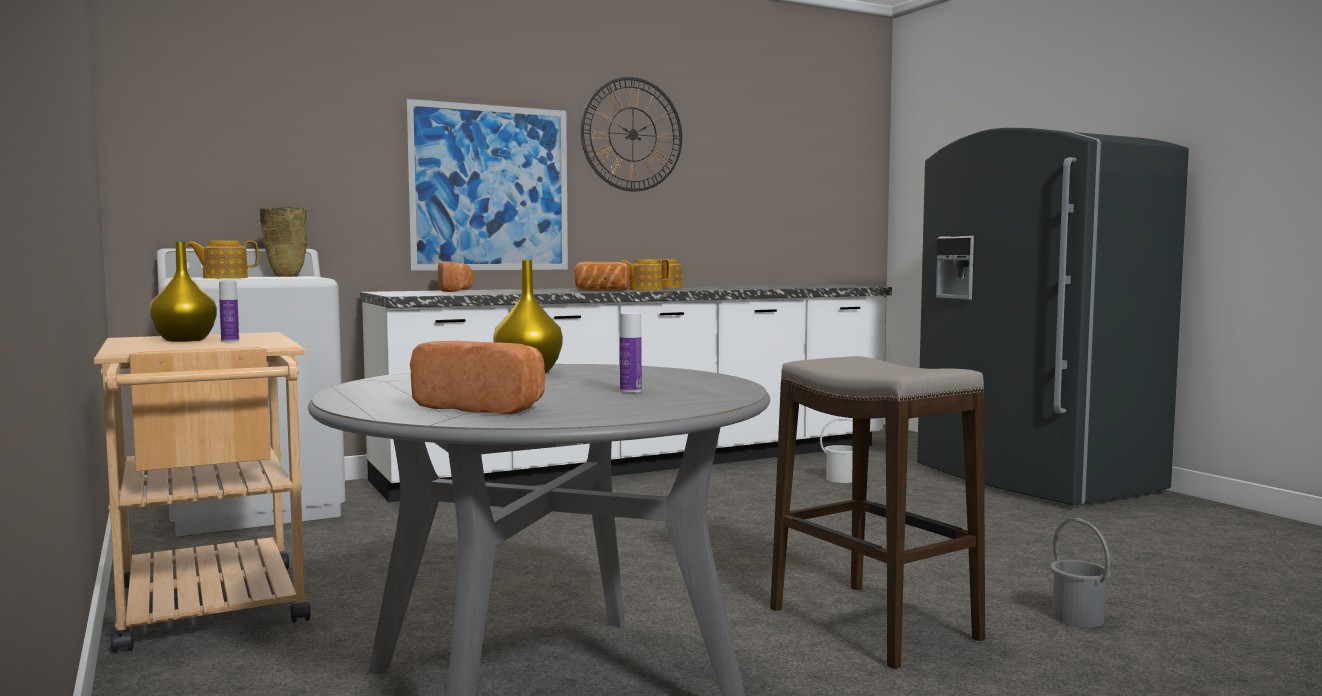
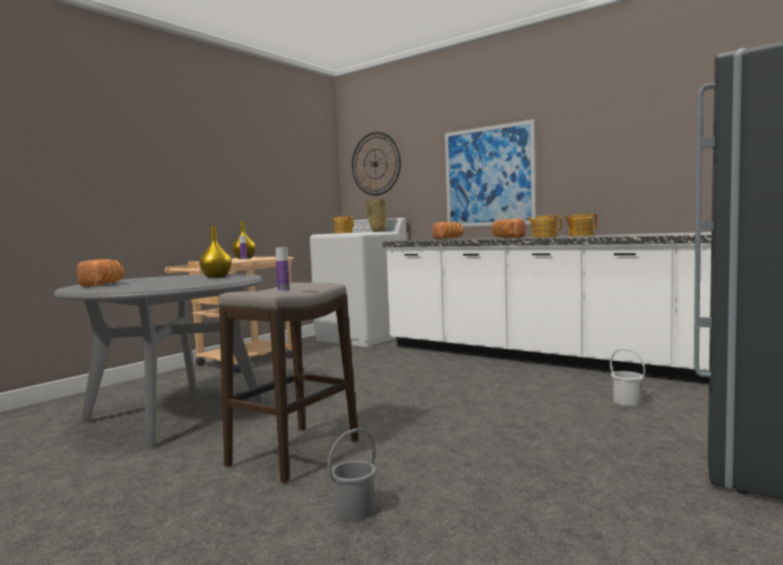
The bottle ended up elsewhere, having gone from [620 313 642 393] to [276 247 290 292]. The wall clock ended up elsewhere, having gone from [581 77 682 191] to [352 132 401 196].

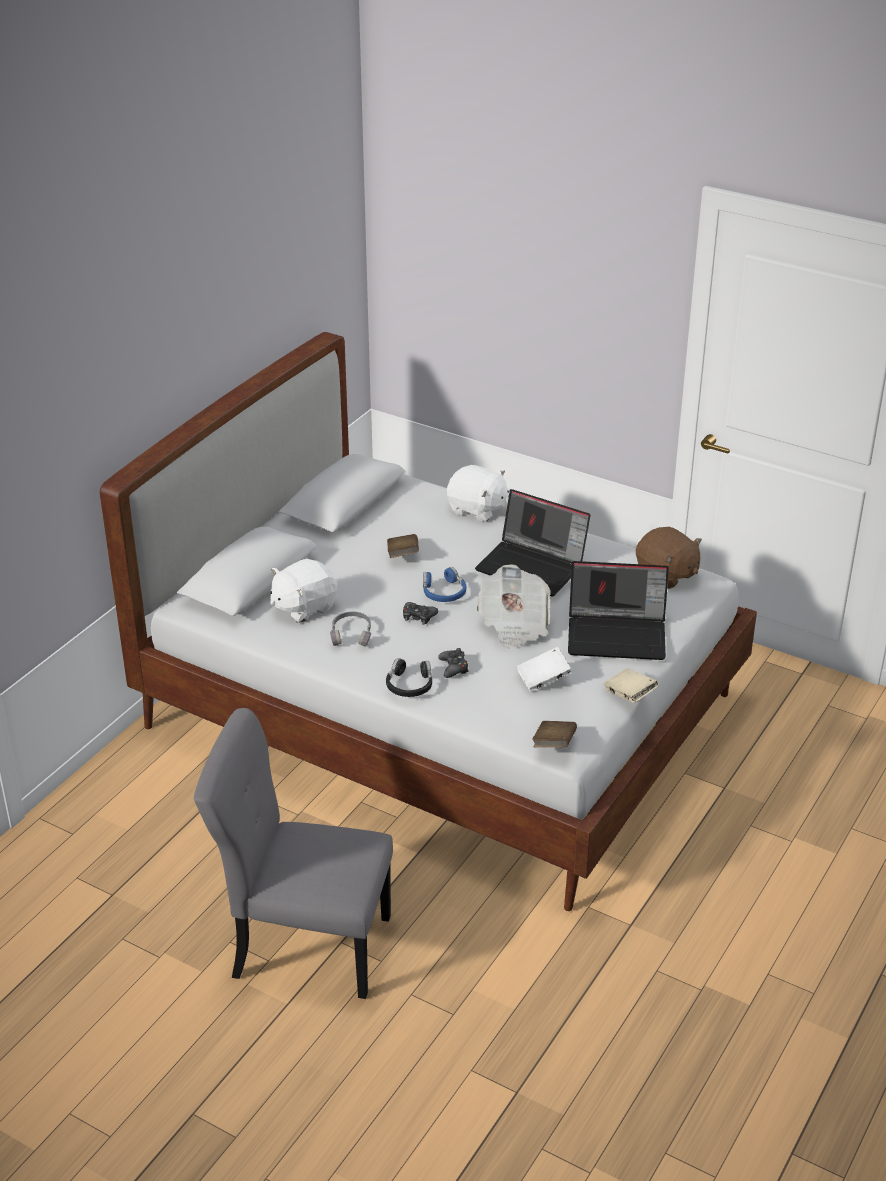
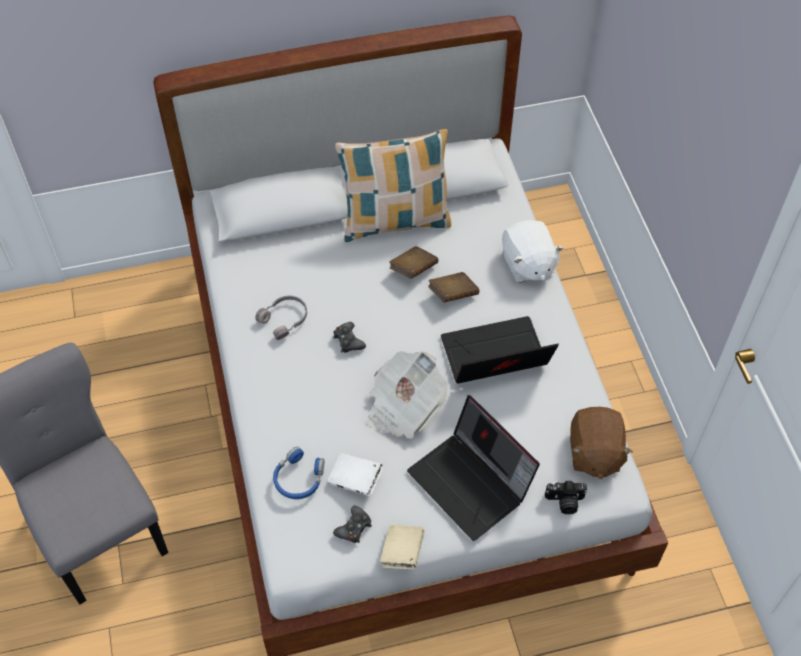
The blue headphones ended up elsewhere, having gone from [423 567 466 602] to [273 447 324 499]. The black game controller ended up elsewhere, having gone from [438 648 469 678] to [333 505 372 543]. The second view gained the pillow at [335 129 451 242]. The brown book ended up elsewhere, having gone from [532 721 577 748] to [428 272 479 303]. The laptop at [475 489 590 596] ended up facing another way, 90 degrees clockwise from before. The second view gained the photo camera at [545 480 587 514]. The second view lost the white plush toy at [270 559 337 623]. The second view lost the black headphones at [386 658 432 697].

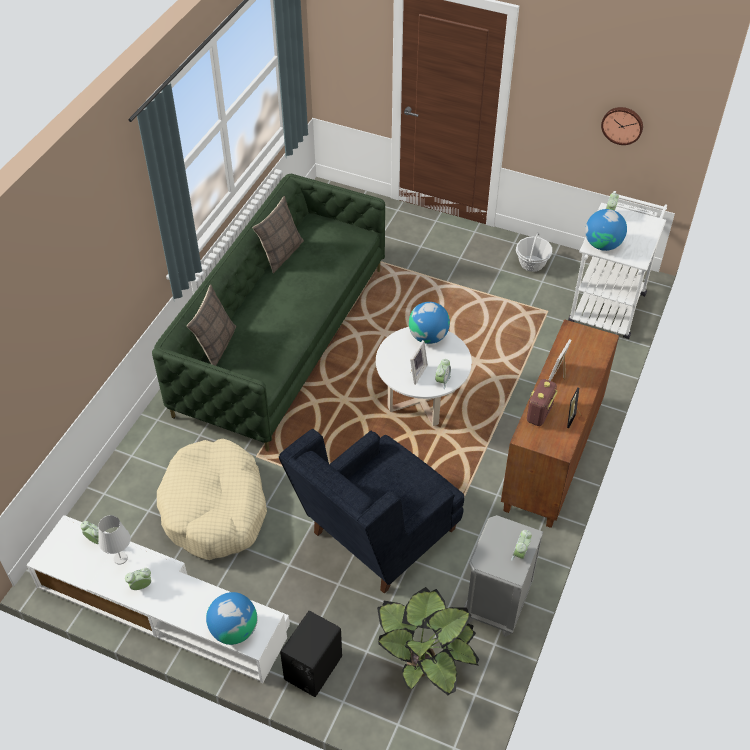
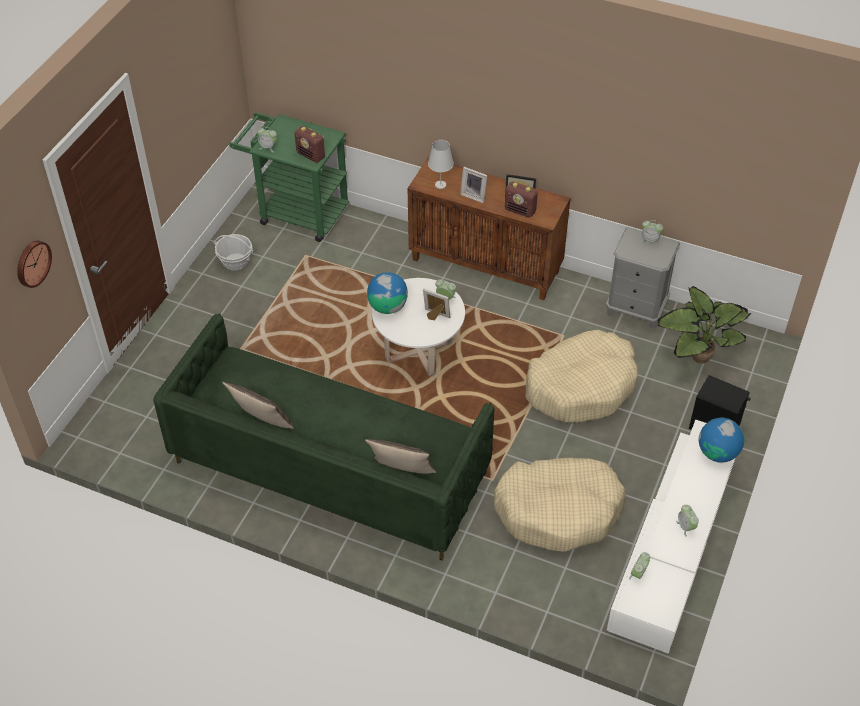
The wall clock ended up elsewhere, having gone from [601 107 643 145] to [17 241 52 288]. What was the white cart at [568 191 667 339] turned into the green cart at [229 112 349 242]. Where the globe stood at [585 209 627 251], the radio came to stand at [295 126 325 163]. The white table lamp ended up elsewhere, having gone from [98 515 131 565] to [428 140 454 189]. Where the blue armchair stood at [279 429 465 594], the beige dog bed came to stand at [525 330 638 423].

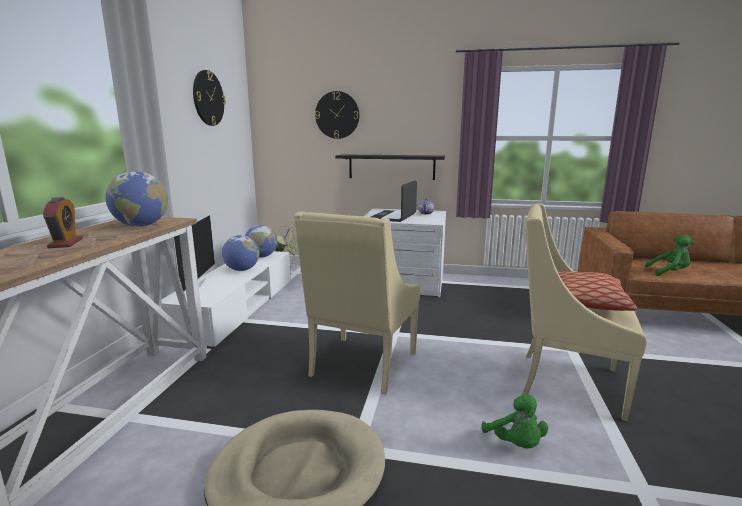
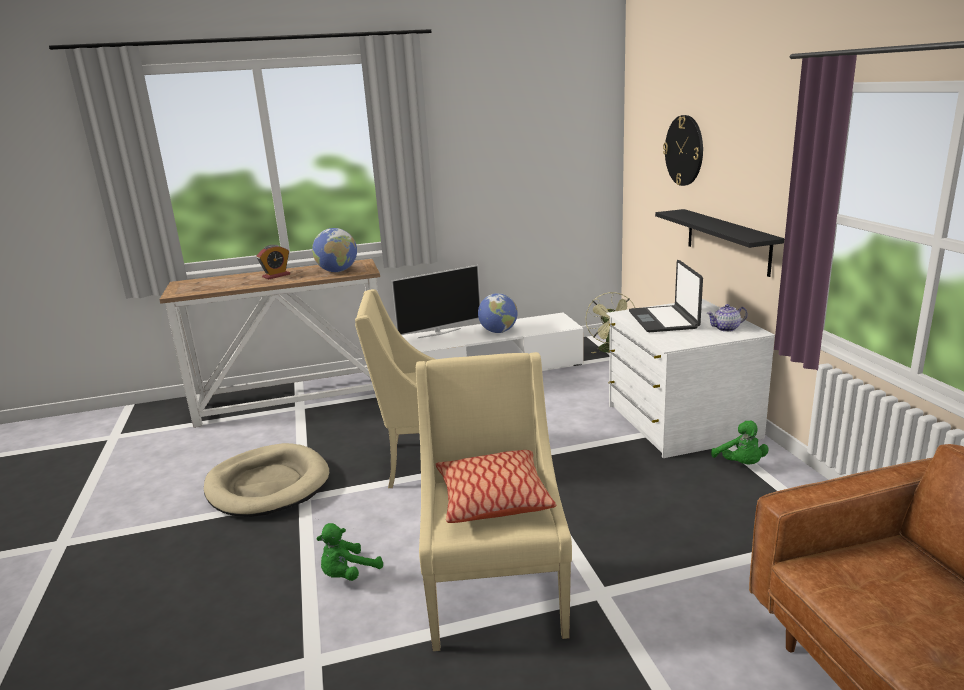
The laptop at [371 181 417 222] ended up facing another way, 90 degrees counterclockwise from before. The green plush toy ended up elsewhere, having gone from [645 235 695 276] to [711 421 769 465]. The second view lost the wall clock at [193 70 226 126]. The second view lost the globe at [245 225 278 257].

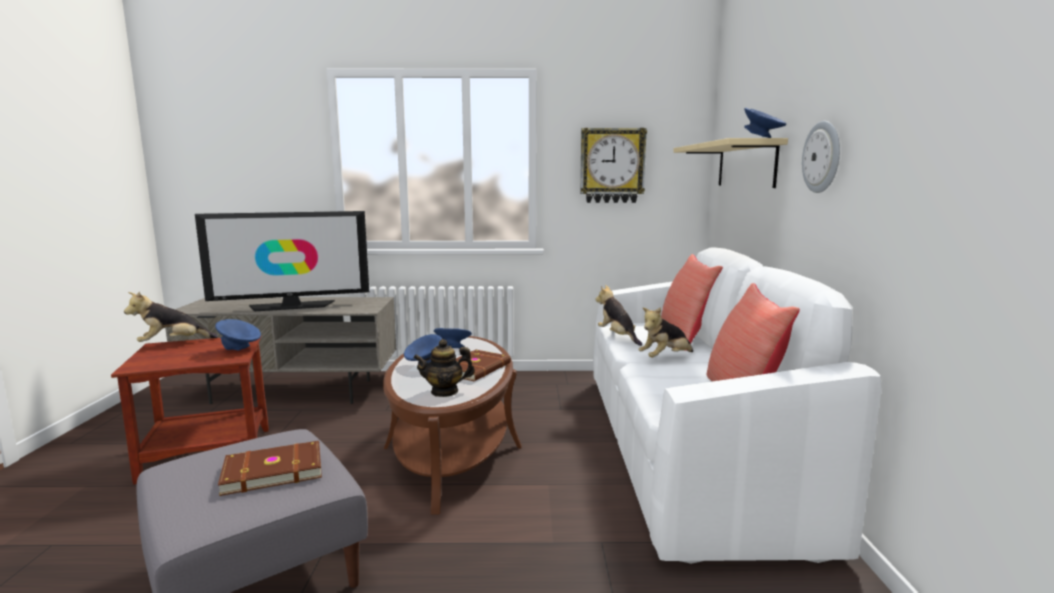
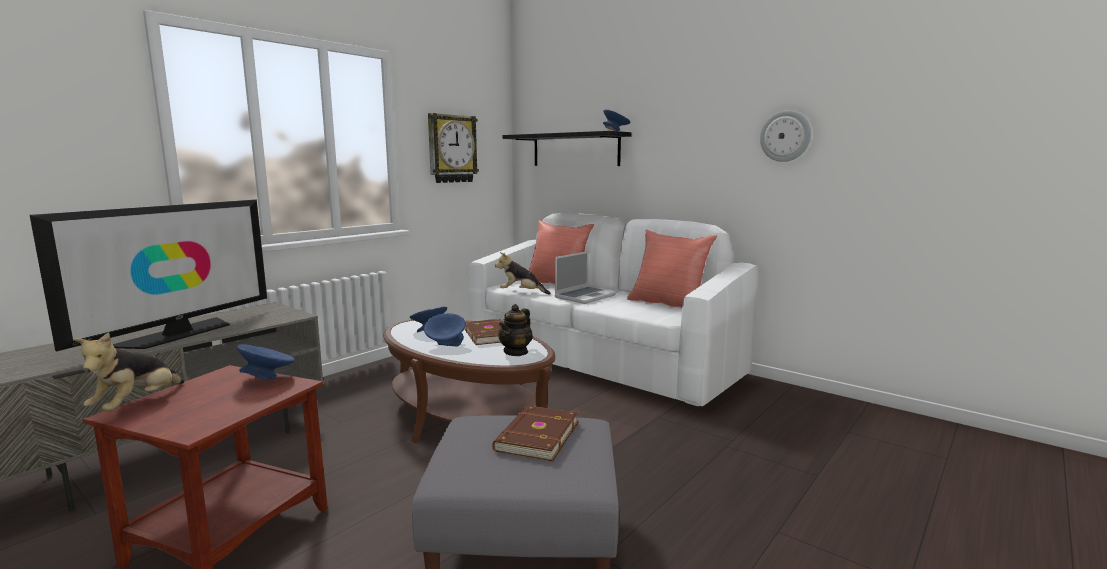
What was the beige shelf at [673 138 788 188] turned into the black shelf at [502 131 631 166]. Where the plush toy stood at [638 307 693 357], the laptop came to stand at [555 251 617 304]. The wall clock ended up elsewhere, having gone from [802 121 840 193] to [760 110 811 162].

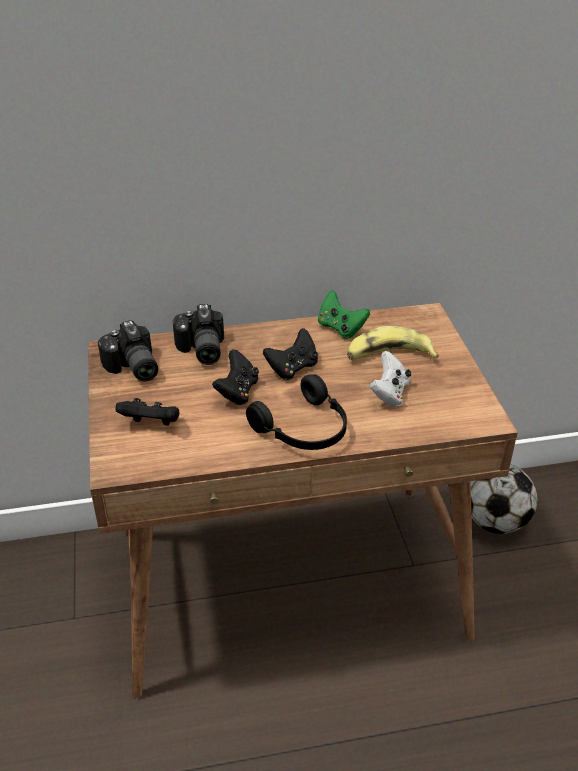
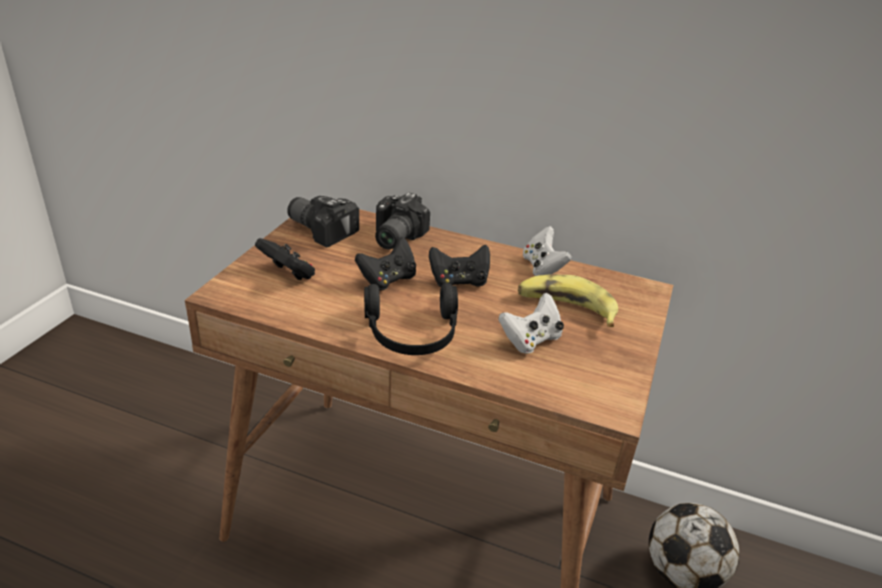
The photo camera at [98 320 158 381] ended up facing another way, 120 degrees clockwise from before. What was the green game controller at [318 290 370 339] turned into the white game controller at [523 226 572 276].

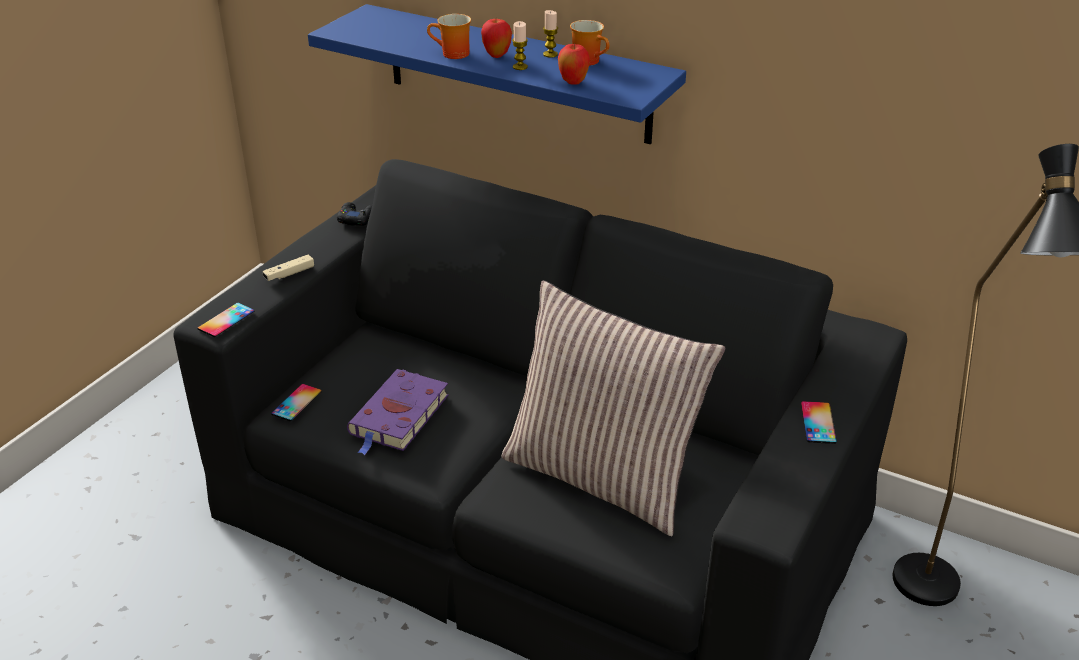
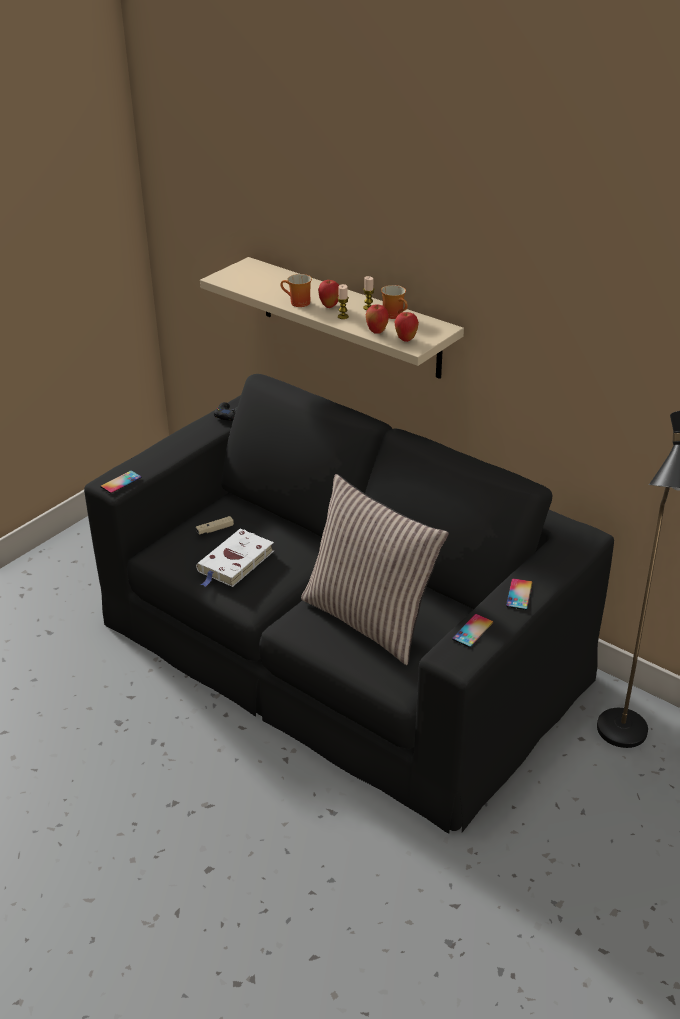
The beige game controller ended up elsewhere, having gone from [263 255 314 281] to [196 516 234 534]. What was the purple book at [347 369 449 455] turned into the white book at [196 529 274 587]. What was the blue shelf at [308 4 686 144] turned into the beige shelf at [200 257 464 379]. The second view gained the apple at [394 312 419 342]. The phone ended up elsewhere, having gone from [271 384 322 421] to [452 614 494 648].

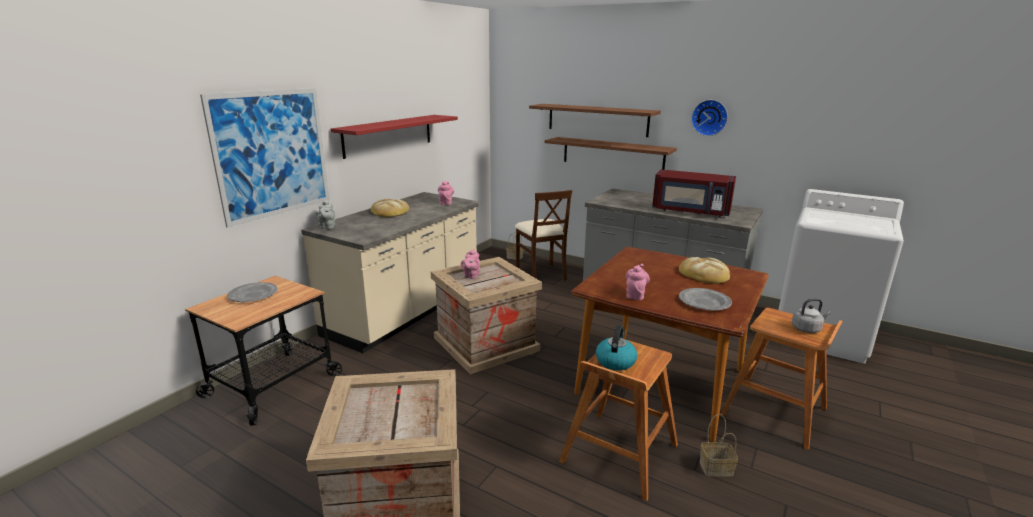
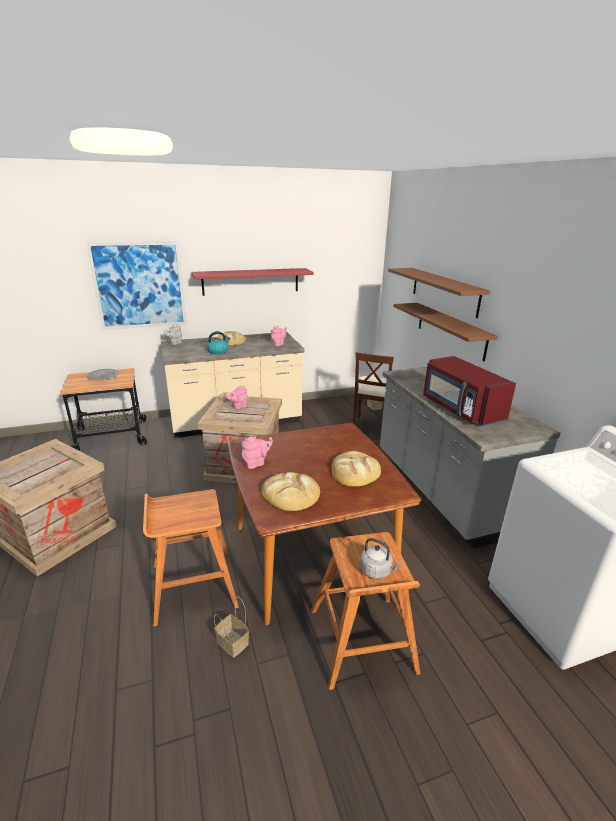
The kettle ended up elsewhere, having gone from [596 325 637 371] to [207 331 231 354]. Where the grey plate stood at [679 288 732 310], the bread came to stand at [261 472 320 511]. The second view lost the wall clock at [691 100 728 136].

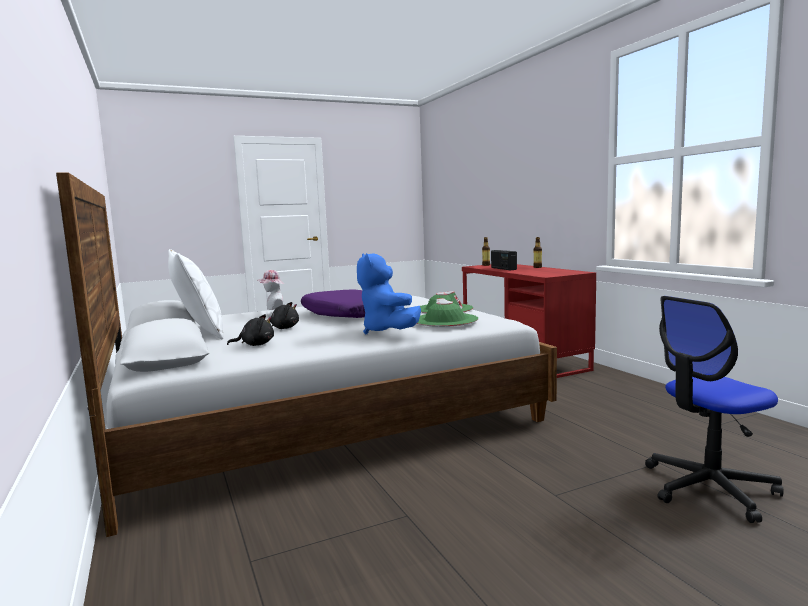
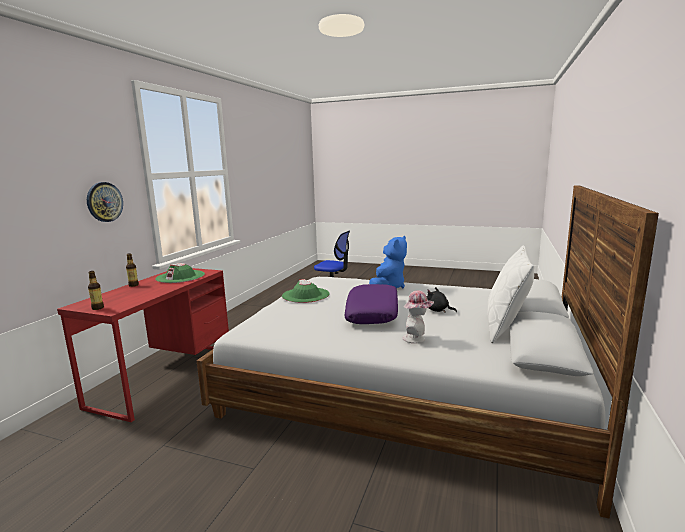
The second view gained the wall clock at [87 182 123 222]. The green hat ended up elsewhere, having gone from [416 298 478 327] to [155 263 205 283]. The second view lost the black plush toy at [227 314 274 346]. The second view lost the radio at [491 250 517 270].

